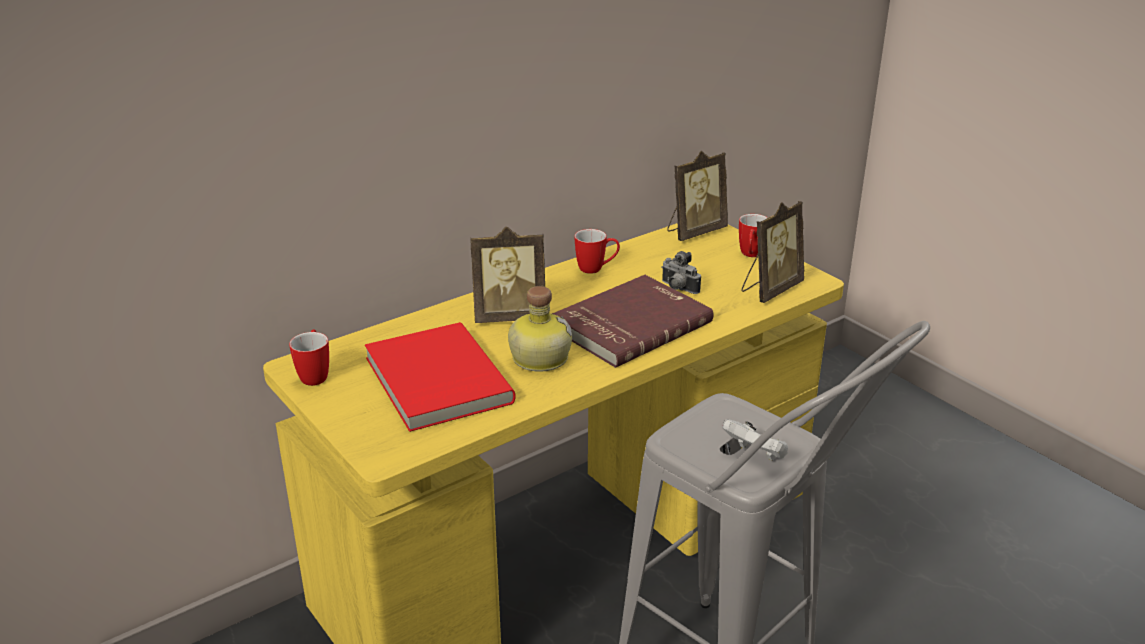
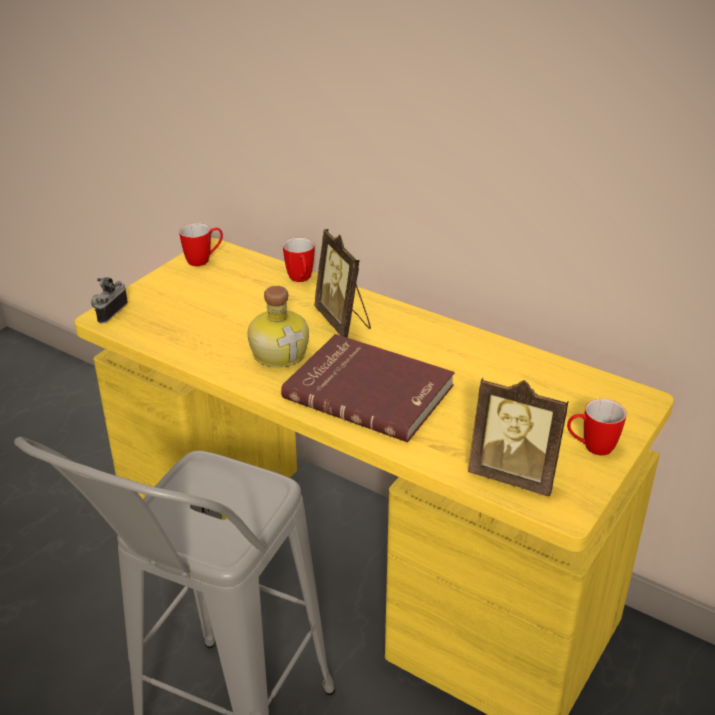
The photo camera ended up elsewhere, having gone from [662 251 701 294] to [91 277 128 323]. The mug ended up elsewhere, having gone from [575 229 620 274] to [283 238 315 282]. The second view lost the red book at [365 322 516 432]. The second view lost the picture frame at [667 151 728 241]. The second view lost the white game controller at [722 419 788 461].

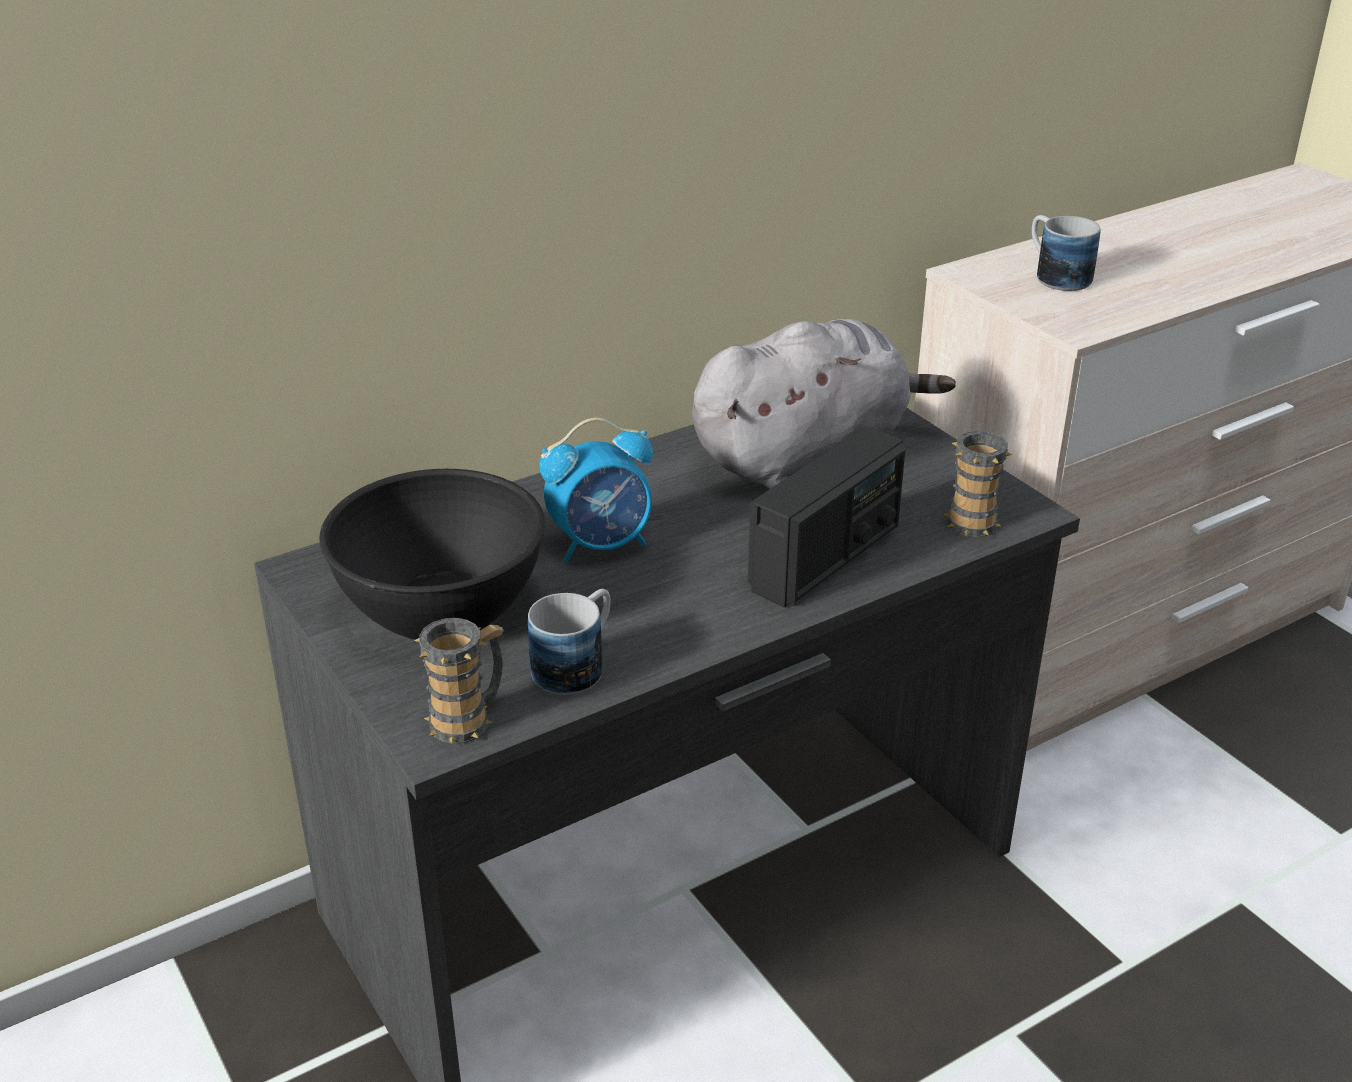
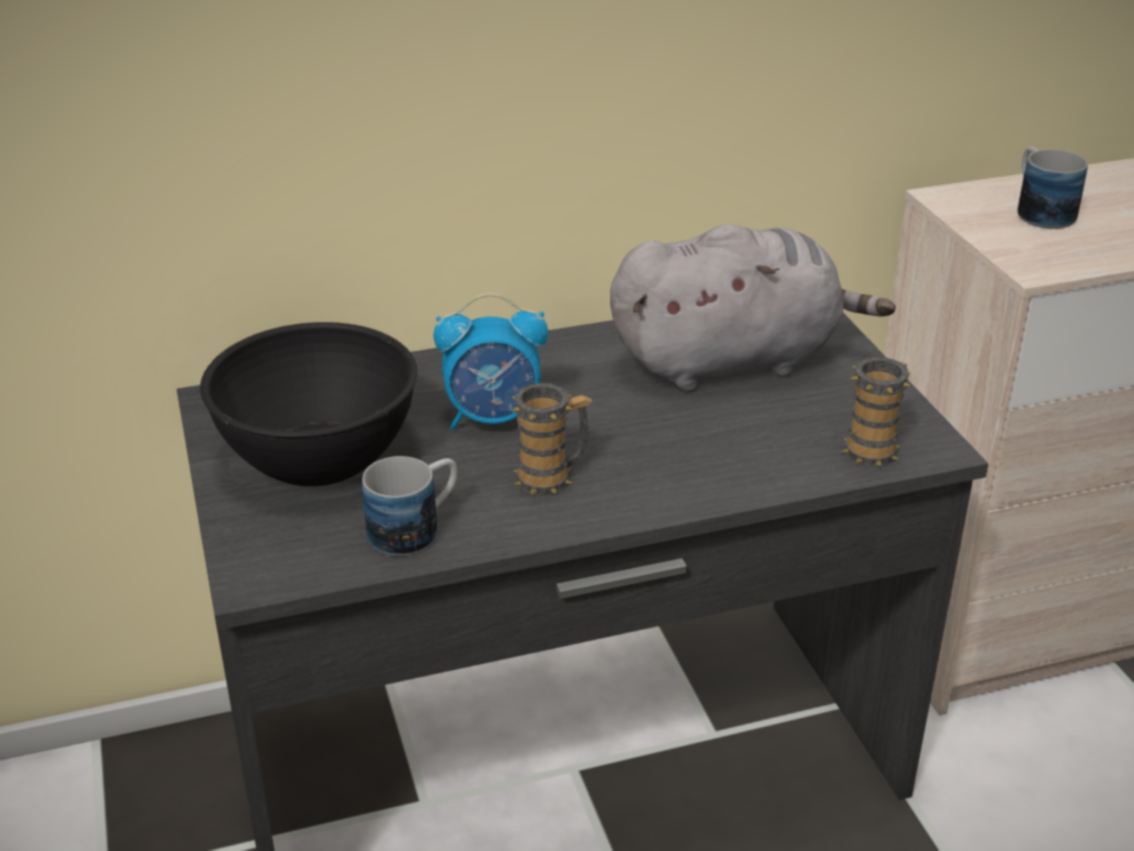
The mug ended up elsewhere, having gone from [414 618 504 744] to [512 383 592 496]. The second view lost the radio at [748 427 905 607].

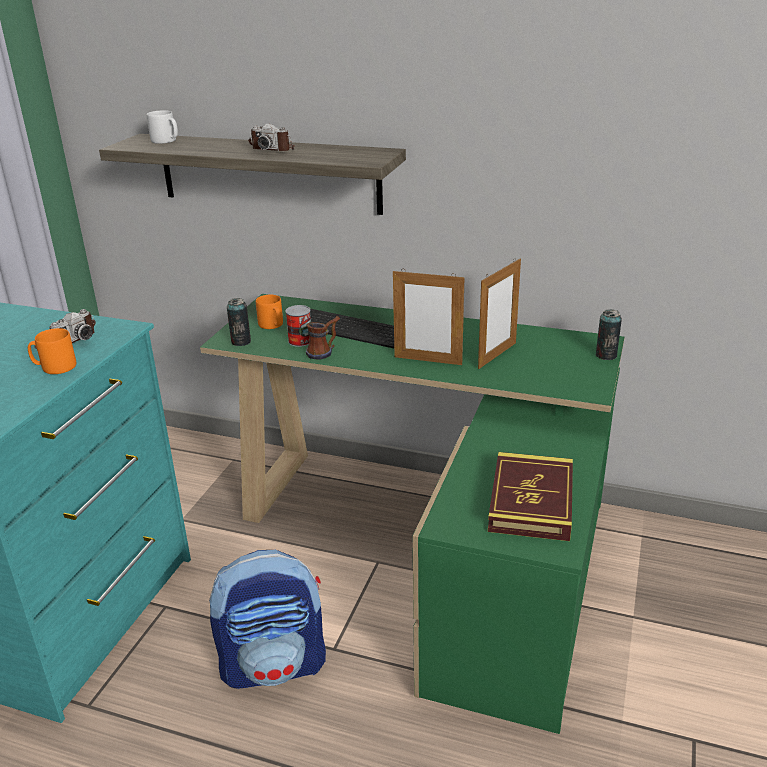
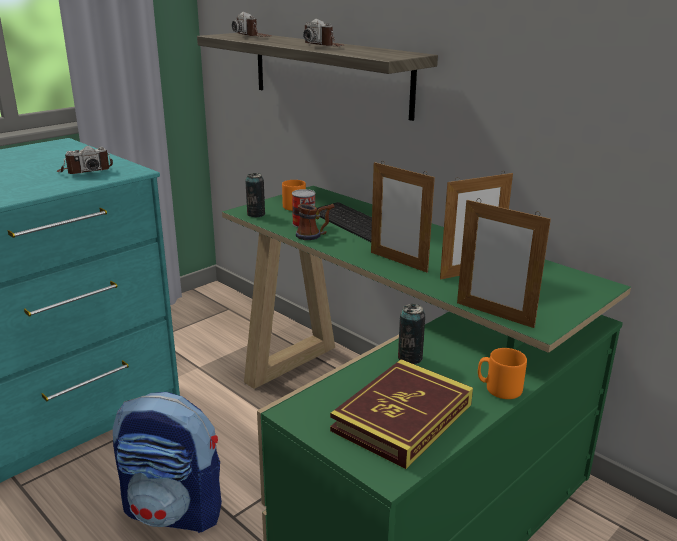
Where the grey mug stood at [146 110 178 144], the photo camera came to stand at [232 12 272 37]. The can ended up elsewhere, having gone from [595 309 622 360] to [398 304 426 364]. The second view gained the picture frame at [457 198 551 328]. The orange mug ended up elsewhere, having gone from [28 328 76 374] to [478 348 527 399].

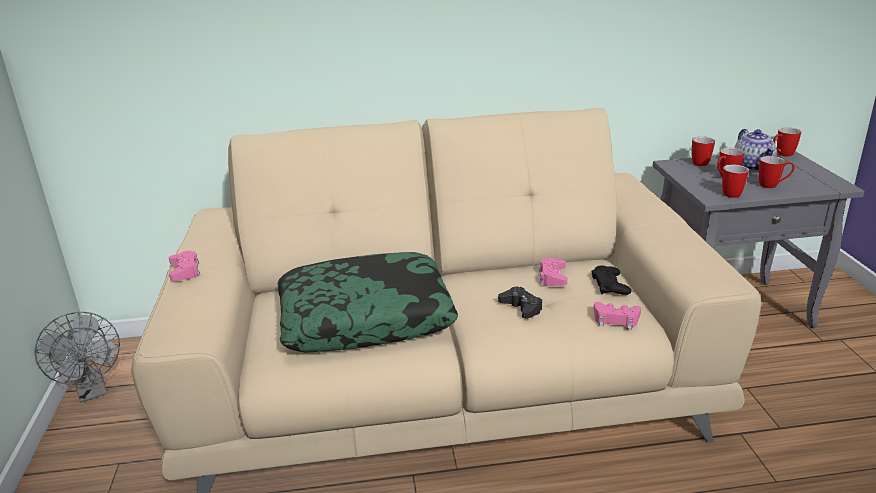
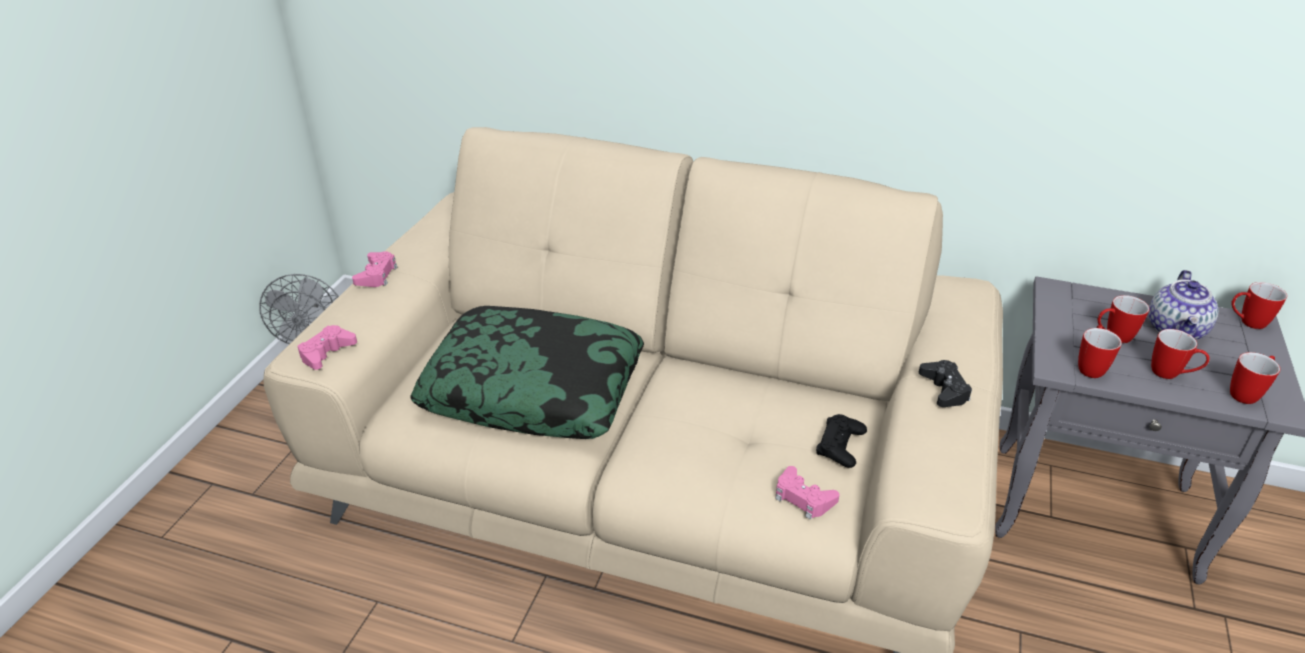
The pink game controller ended up elsewhere, having gone from [539 258 567 286] to [297 325 357 370]. The black game controller ended up elsewhere, having gone from [498 287 543 319] to [919 360 972 407]. The mug ended up elsewhere, having gone from [692 136 715 166] to [1230 352 1280 404].

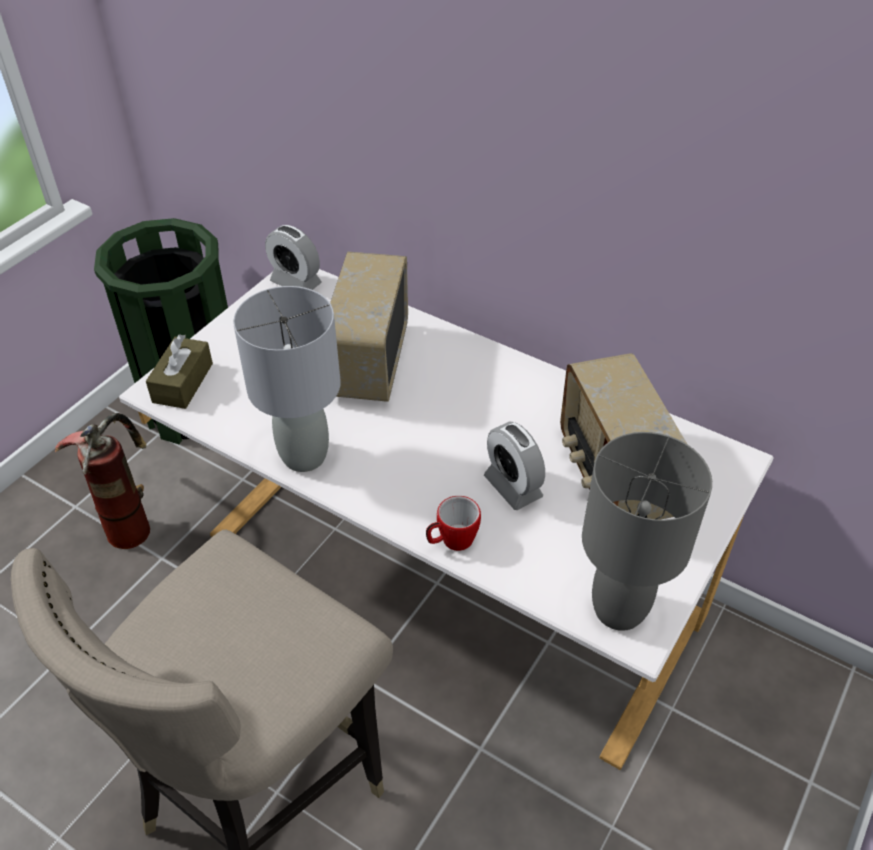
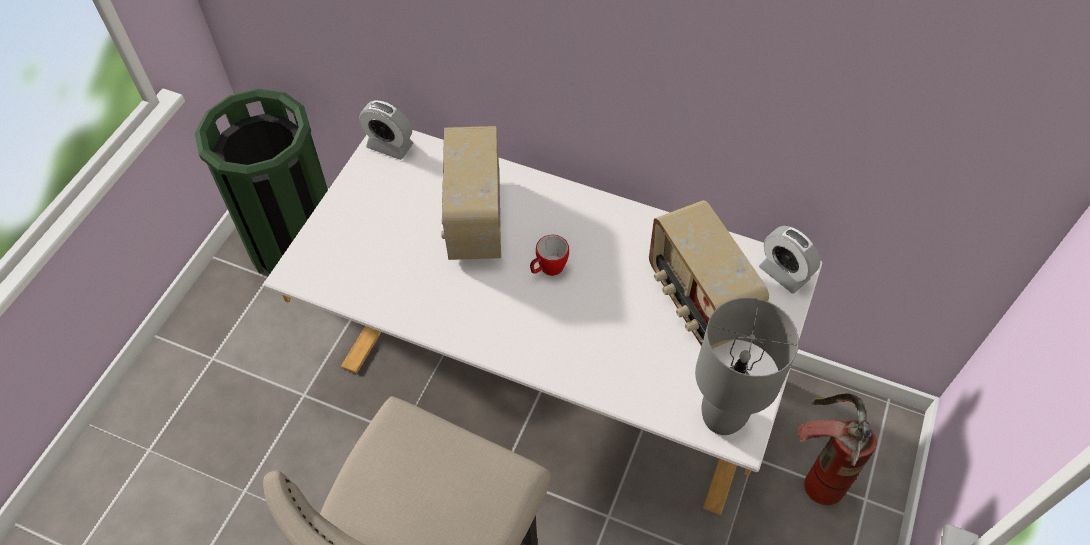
The mug ended up elsewhere, having gone from [426 496 481 551] to [530 235 569 276]. The alarm clock ended up elsewhere, having gone from [484 421 545 510] to [759 226 820 294]. The fire extinguisher ended up elsewhere, having gone from [55 413 150 549] to [798 394 877 505]. The second view lost the brown tissue box at [146 334 213 409]. The second view lost the grey table lamp at [233 286 341 472].

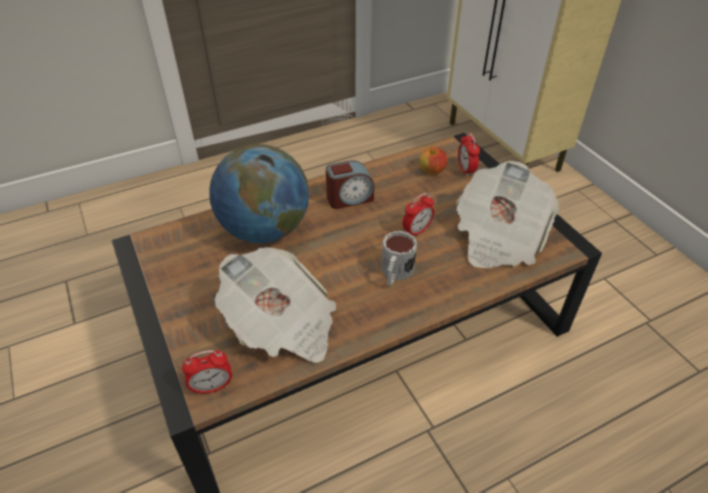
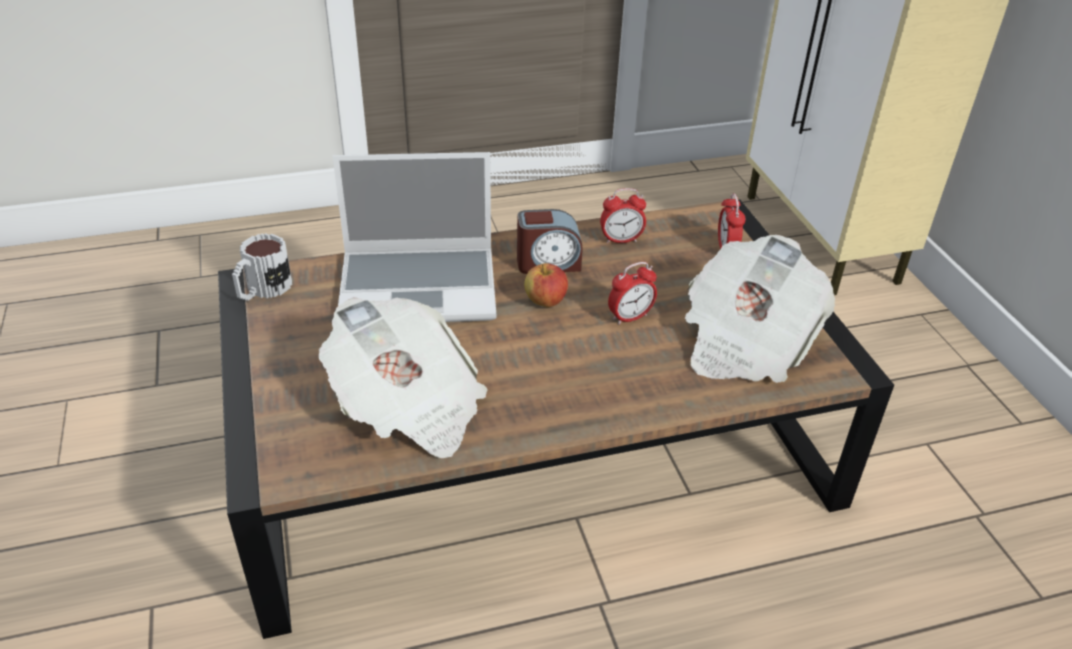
The mug ended up elsewhere, having gone from [381 231 417 286] to [232 233 292 301]. Where the globe stood at [209 144 309 243], the laptop came to stand at [332 152 496 322]. The apple ended up elsewhere, having gone from [419 147 447 175] to [524 263 568 308]. The alarm clock ended up elsewhere, having gone from [182 350 232 395] to [600 188 646 244].

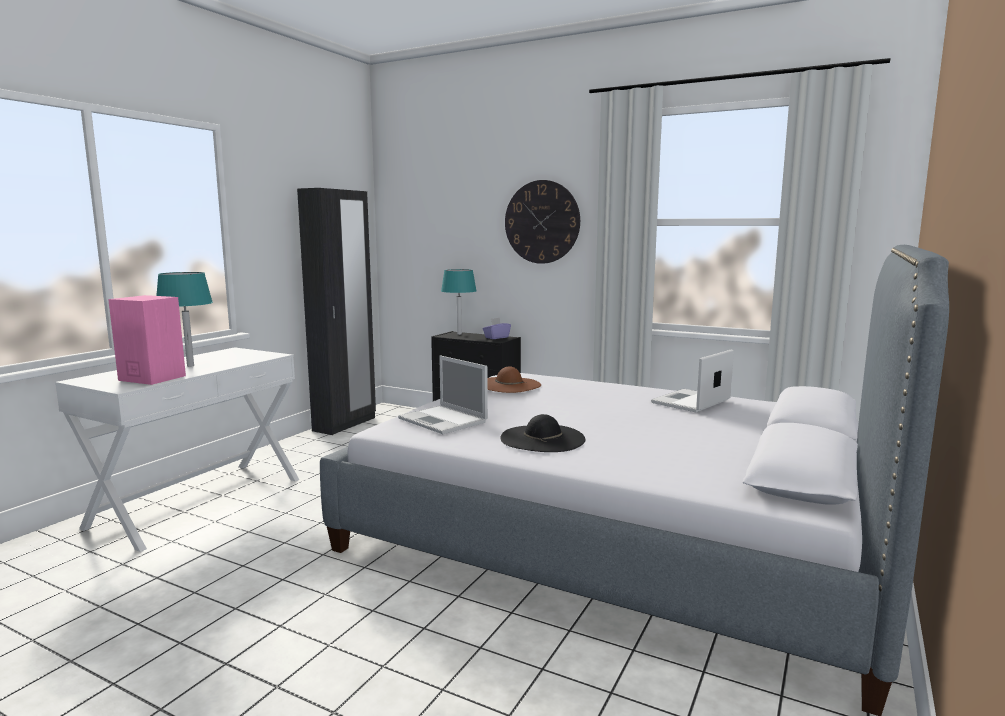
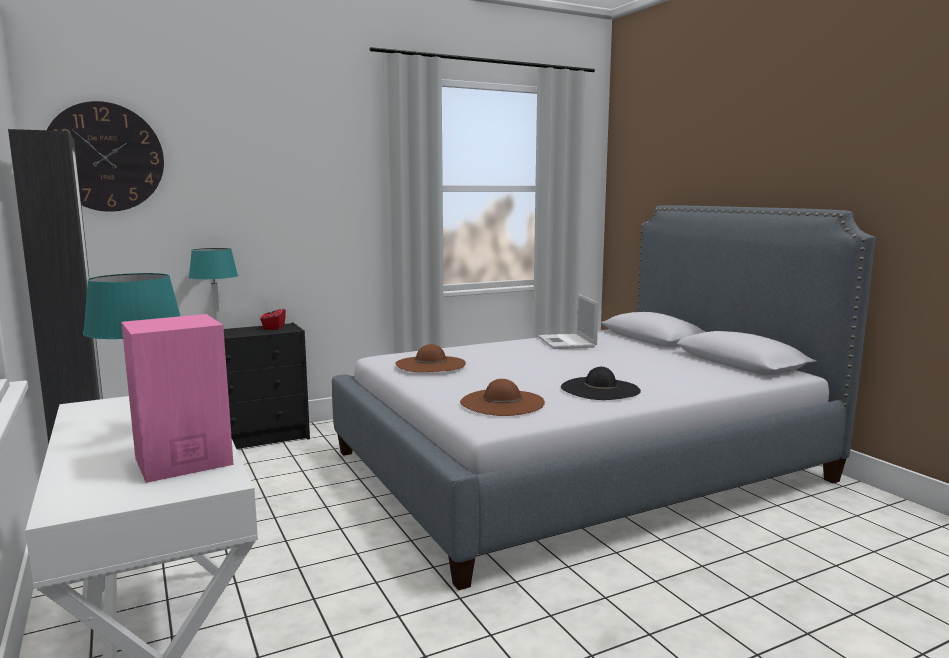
The wall clock ended up elsewhere, having gone from [505 180 580 264] to [47 101 164 212]. What was the purple tissue box at [483 318 511 339] turned into the red tissue box at [260 303 286 330]. Where the laptop stood at [398 355 488 434], the brown hat came to stand at [460 379 545 416].

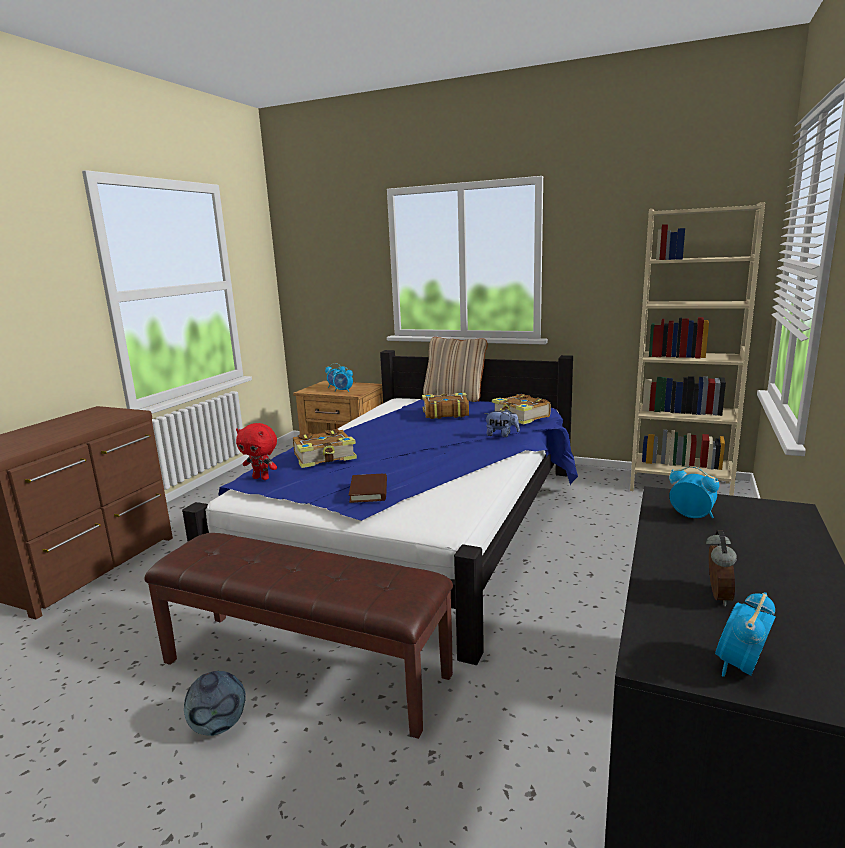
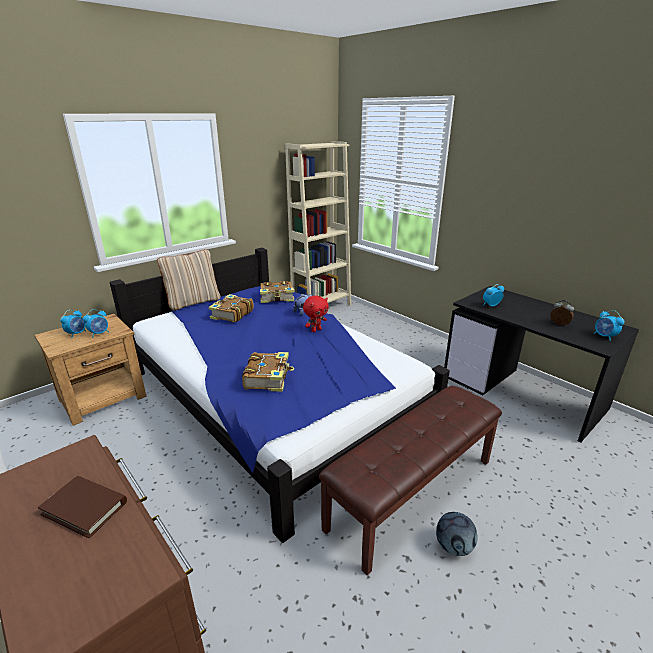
The brown book ended up elsewhere, having gone from [349 474 387 503] to [38 476 127 539]. The red plush toy ended up elsewhere, having gone from [236 423 277 480] to [303 295 329 333].

